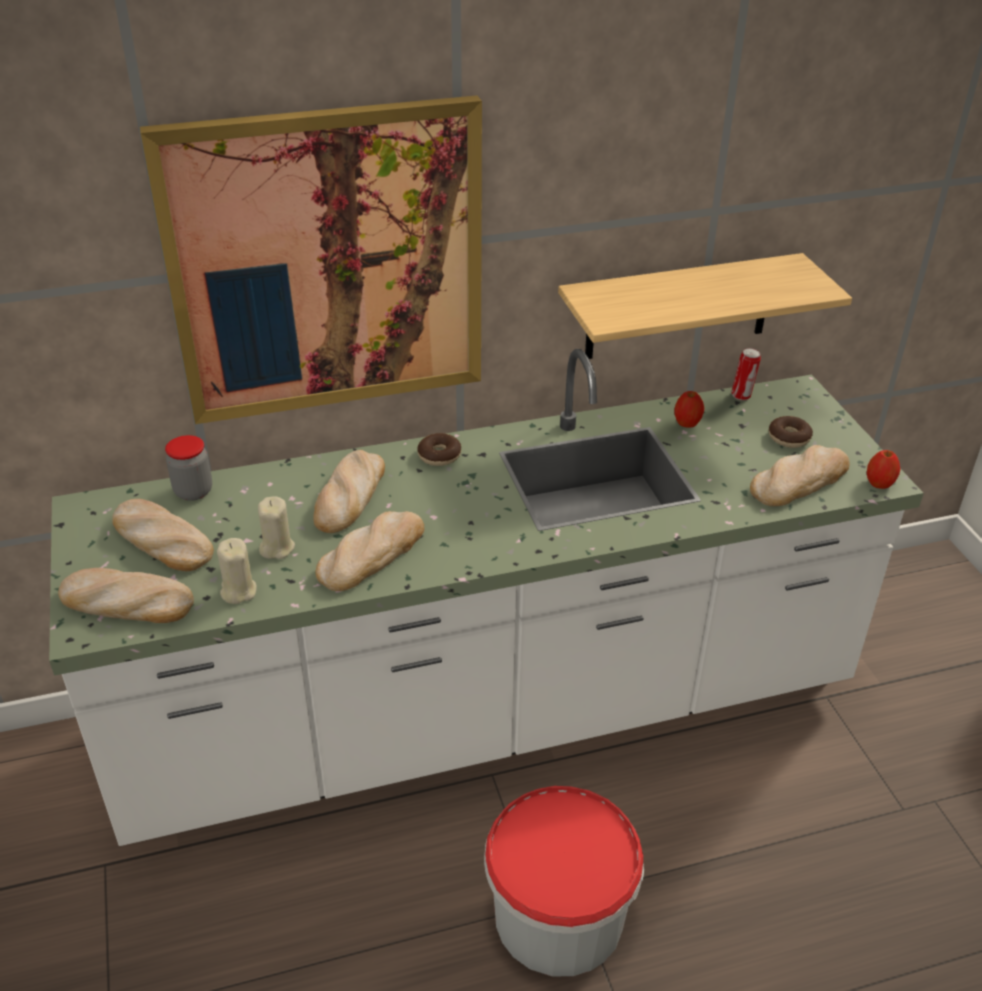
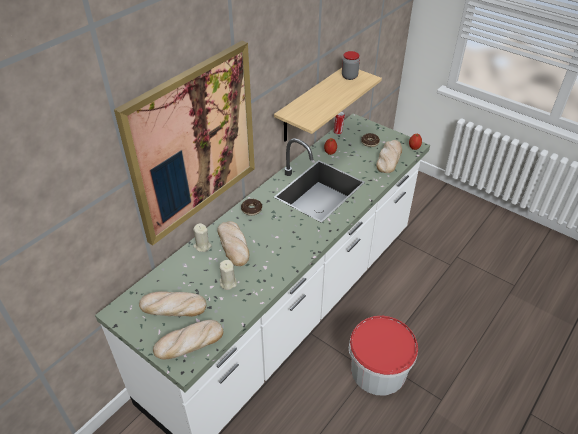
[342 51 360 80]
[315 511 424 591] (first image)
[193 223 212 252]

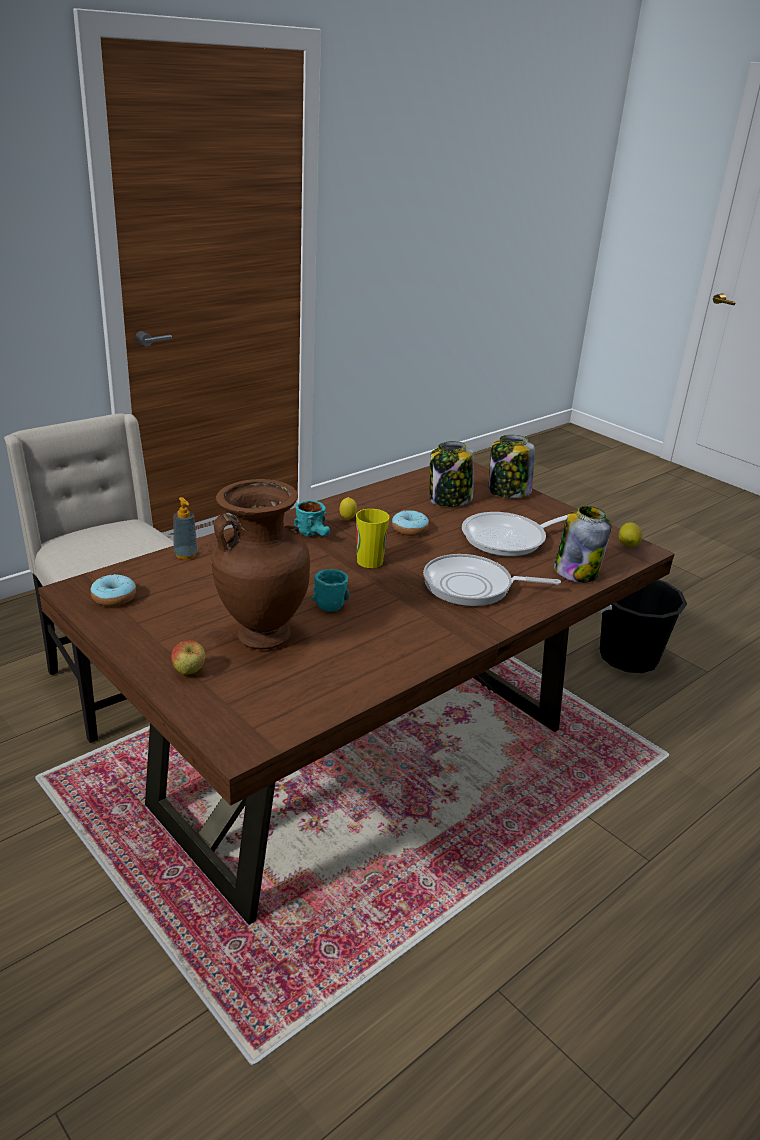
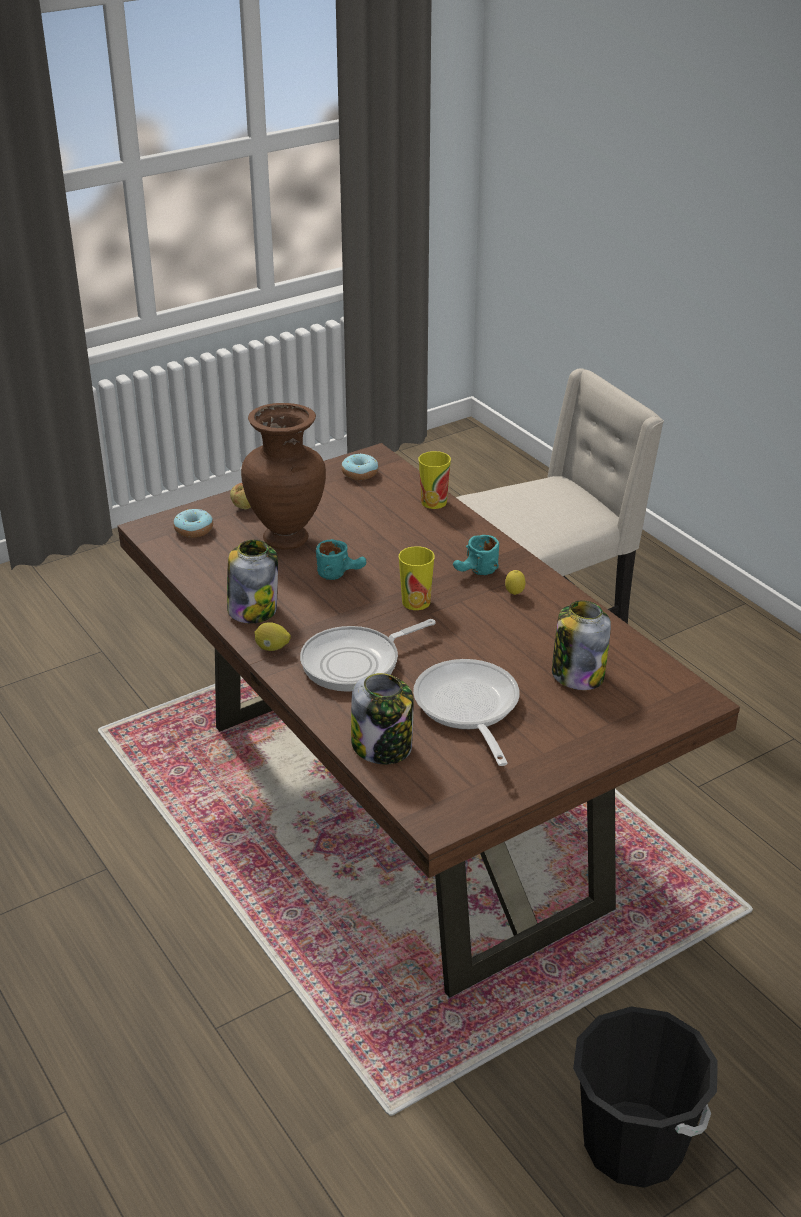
[227 540 278 623]
[419 451 451 509]
[173 509 213 538]
[254 622 291 651]
[300 619 436 692]

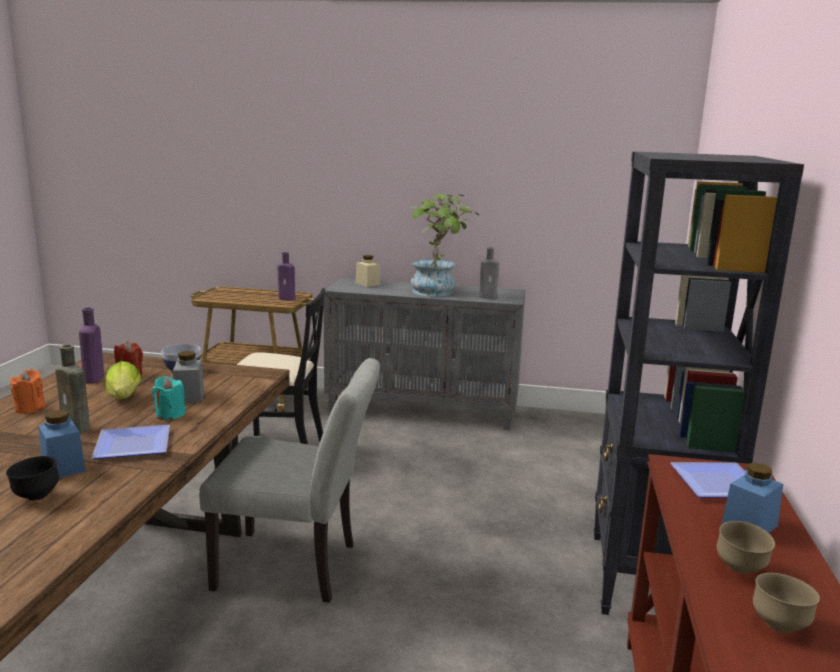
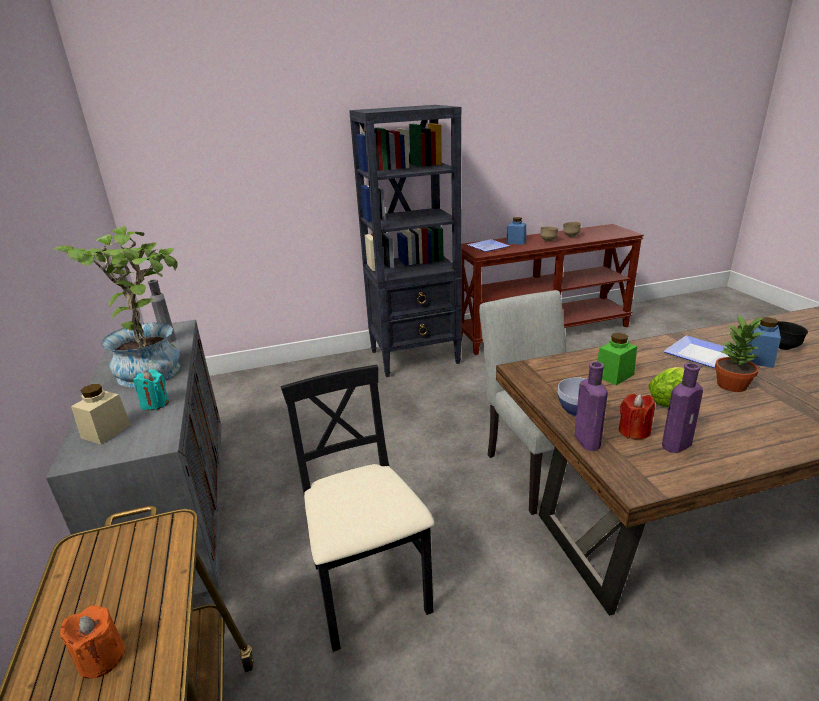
[575 362 608 451]
[715 314 764 392]
[597 333 637 385]
[60 605 125 679]
[133 369 169 411]

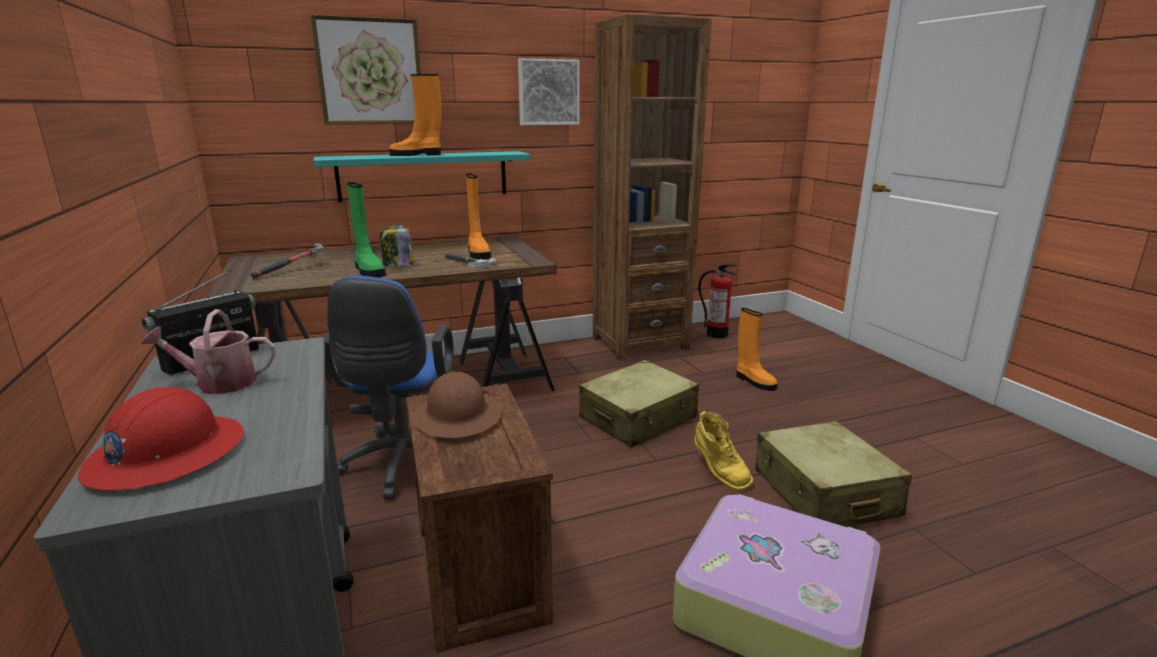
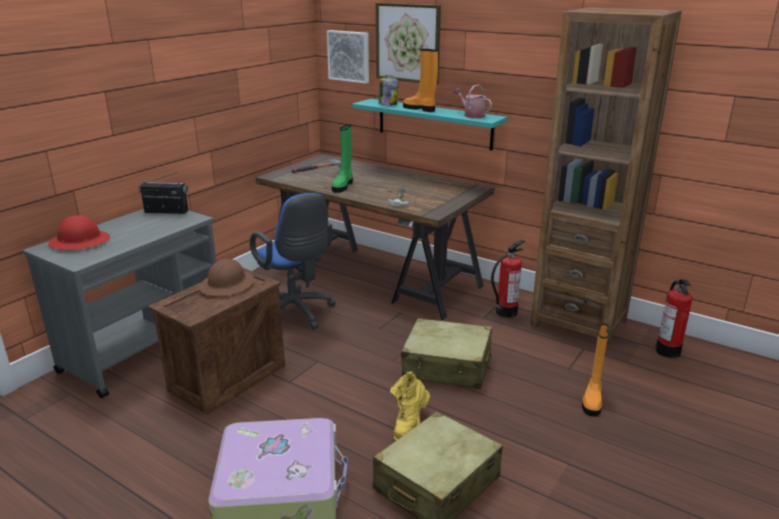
[327 30 369 84]
[466 174 491 260] (first image)
[379 75 398 105]
[250 193 336 329]
[453 85 492 118]
[491 240 525 318]

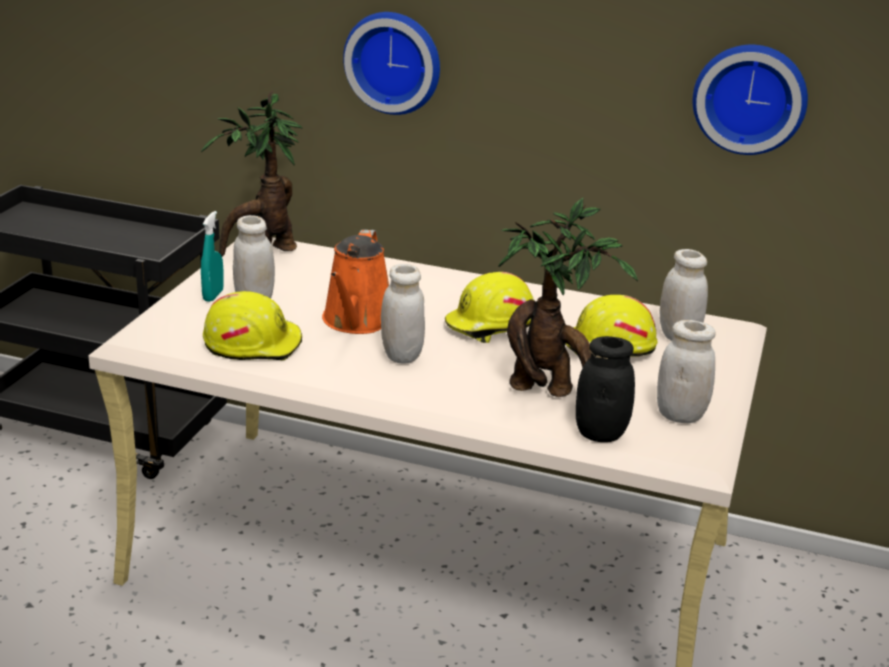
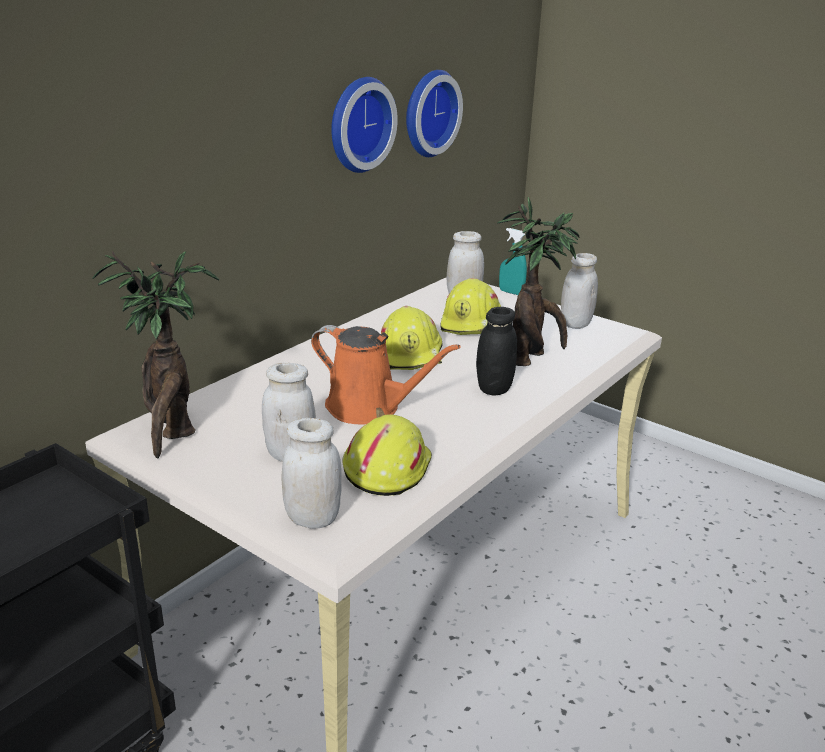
[331 77 398 173]
[499 228 527 295]
[281 418 342 529]
[476 307 517 395]

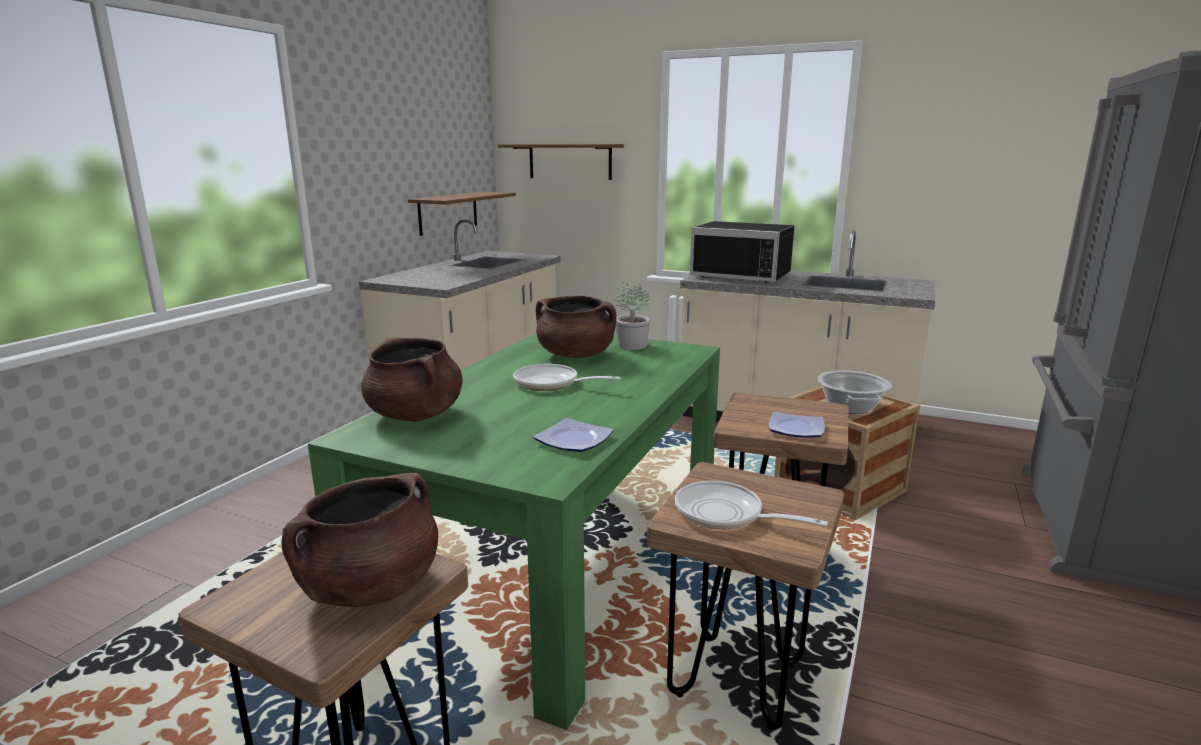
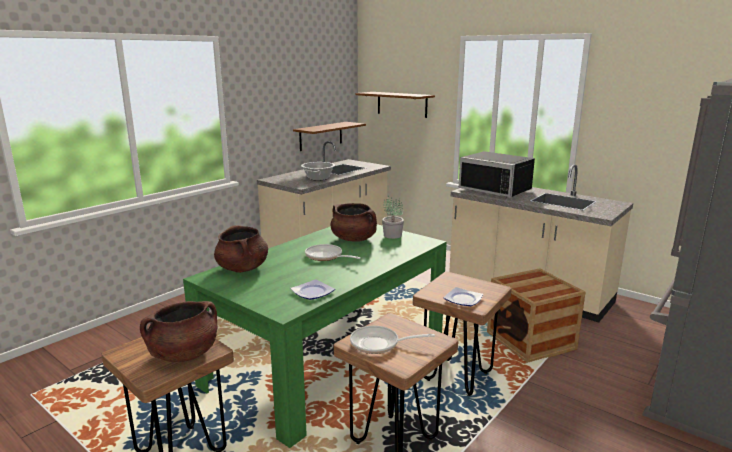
[301 162 335 181]
[350 326 435 354]

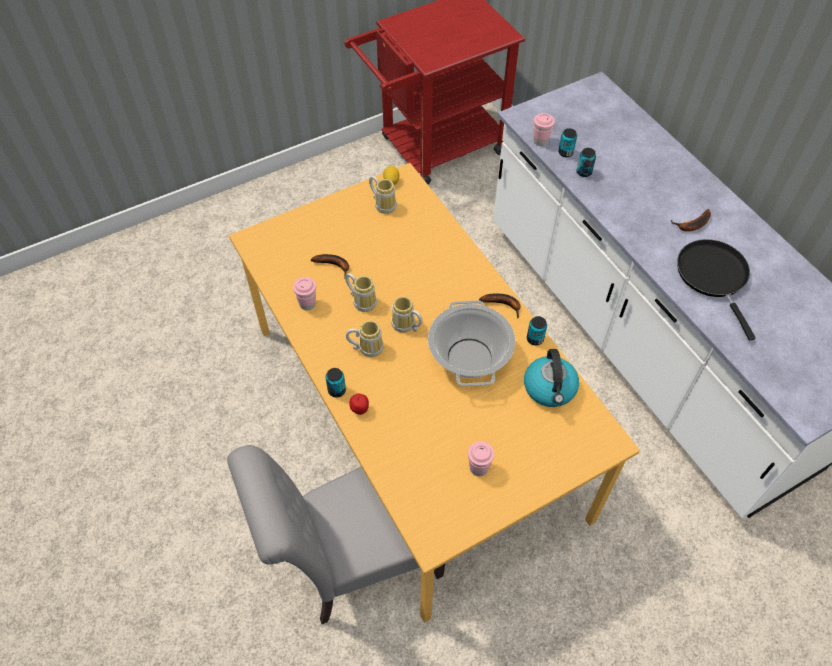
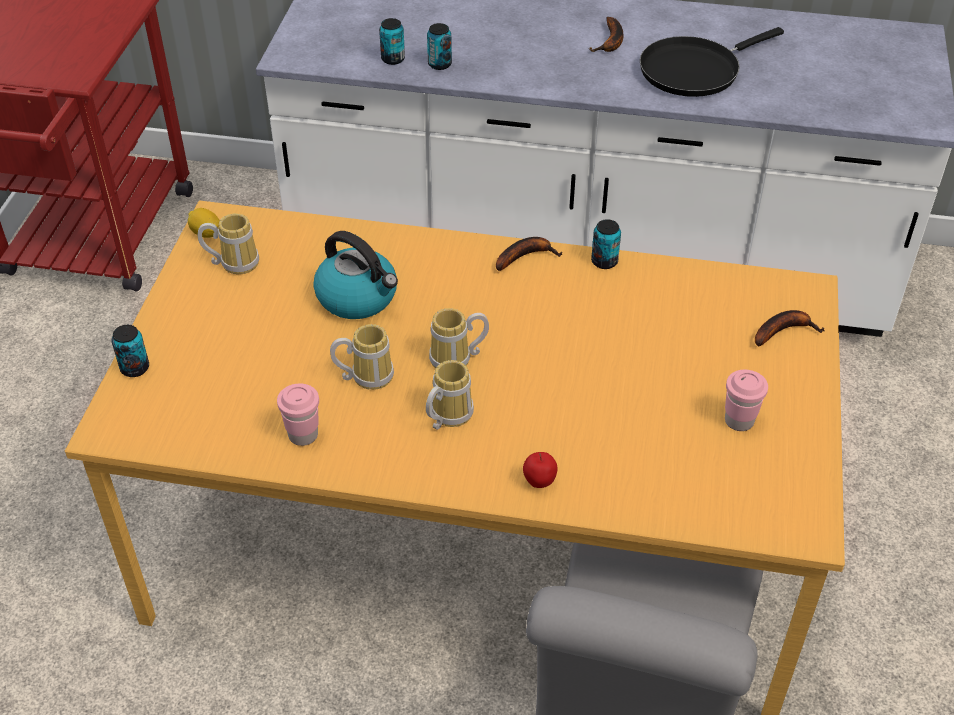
[534 113 555 146] (first image)
[640 27 784 97]
[755 310 825 347]
[428 300 515 386] (first image)
[313 231 398 319]
[112 325 149 377]

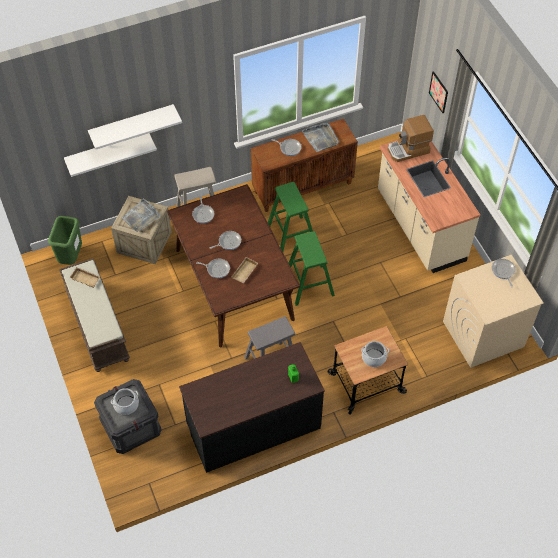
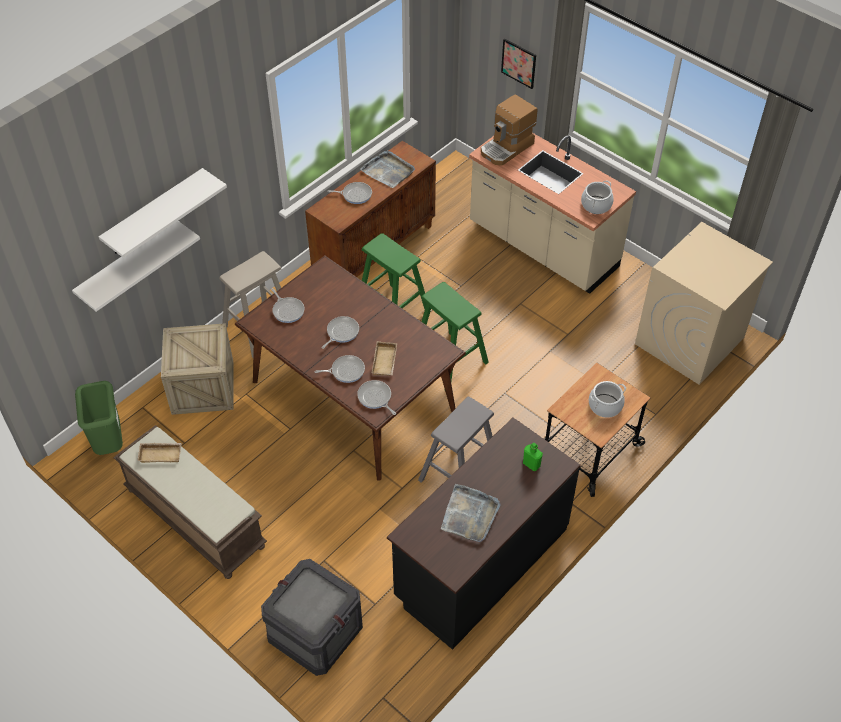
[441 484 501 542]
[357 380 396 415]
[581 180 614 214]

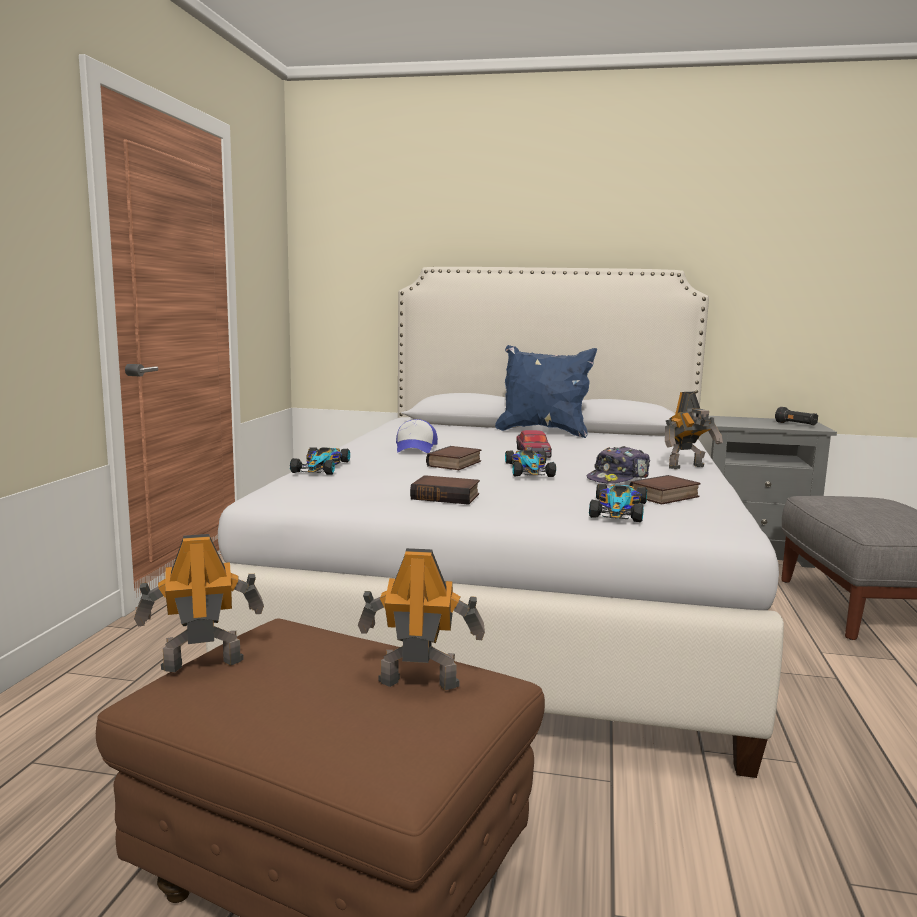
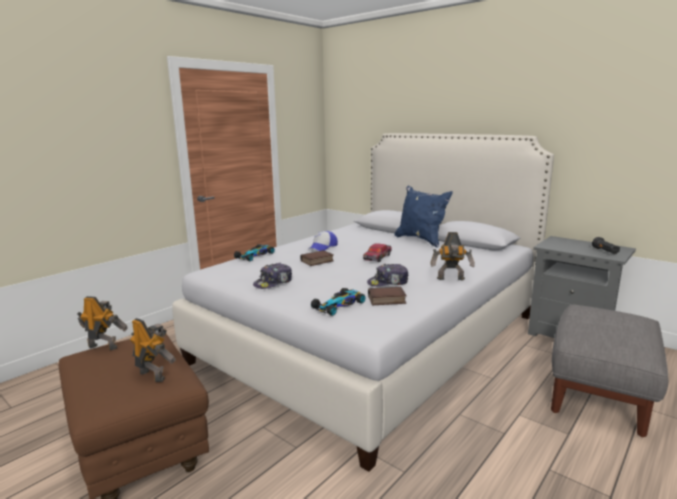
[505 450 556 477] (first image)
[253 263 292 289]

